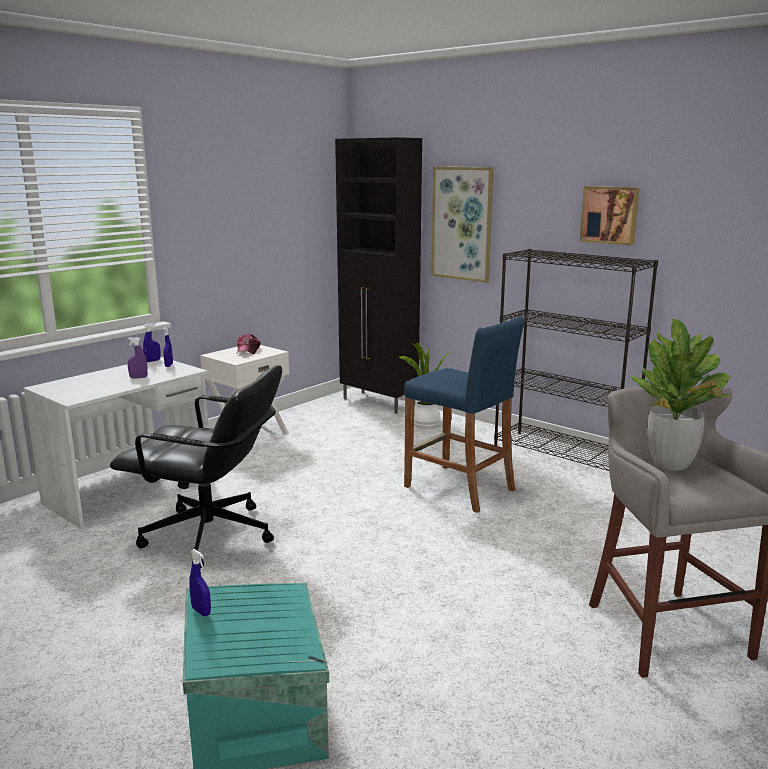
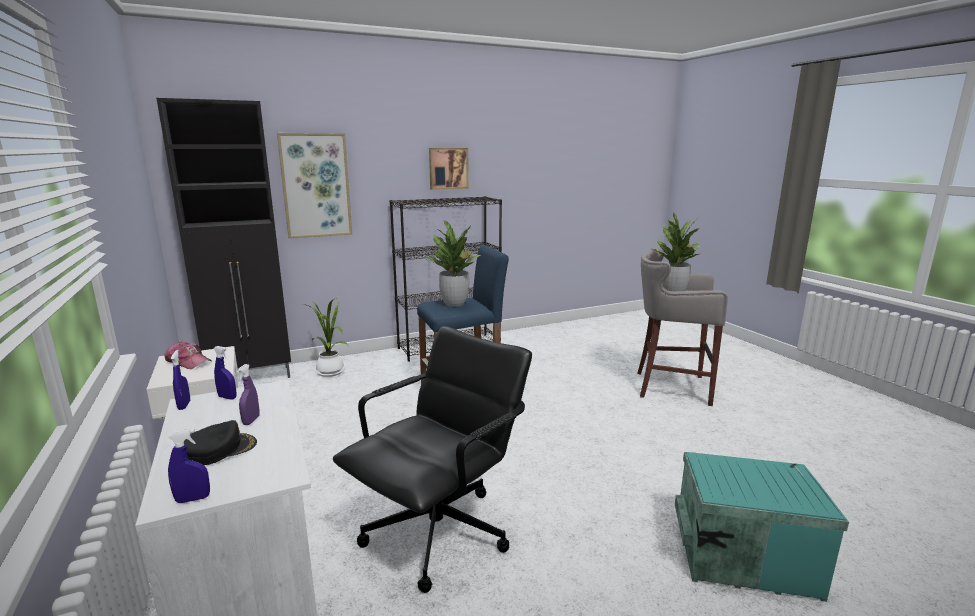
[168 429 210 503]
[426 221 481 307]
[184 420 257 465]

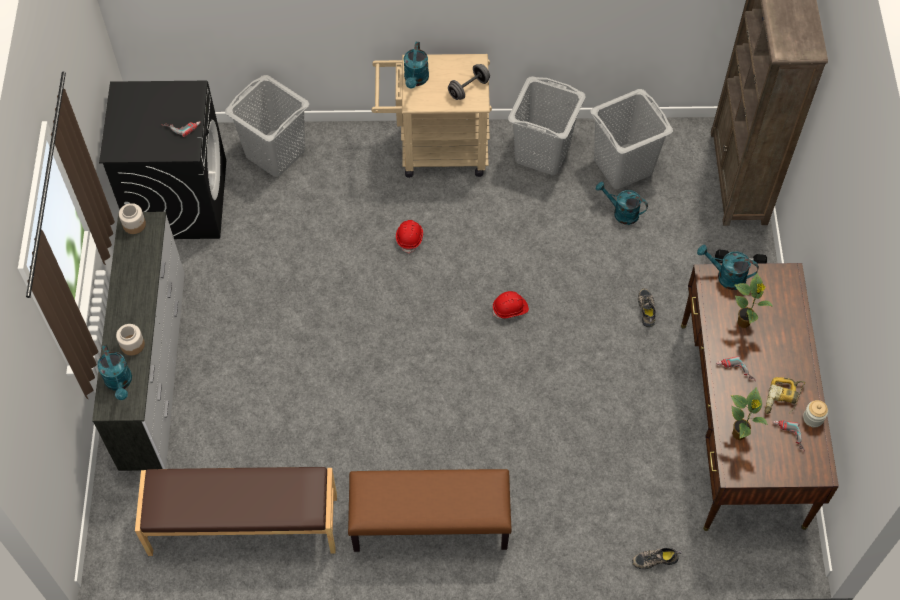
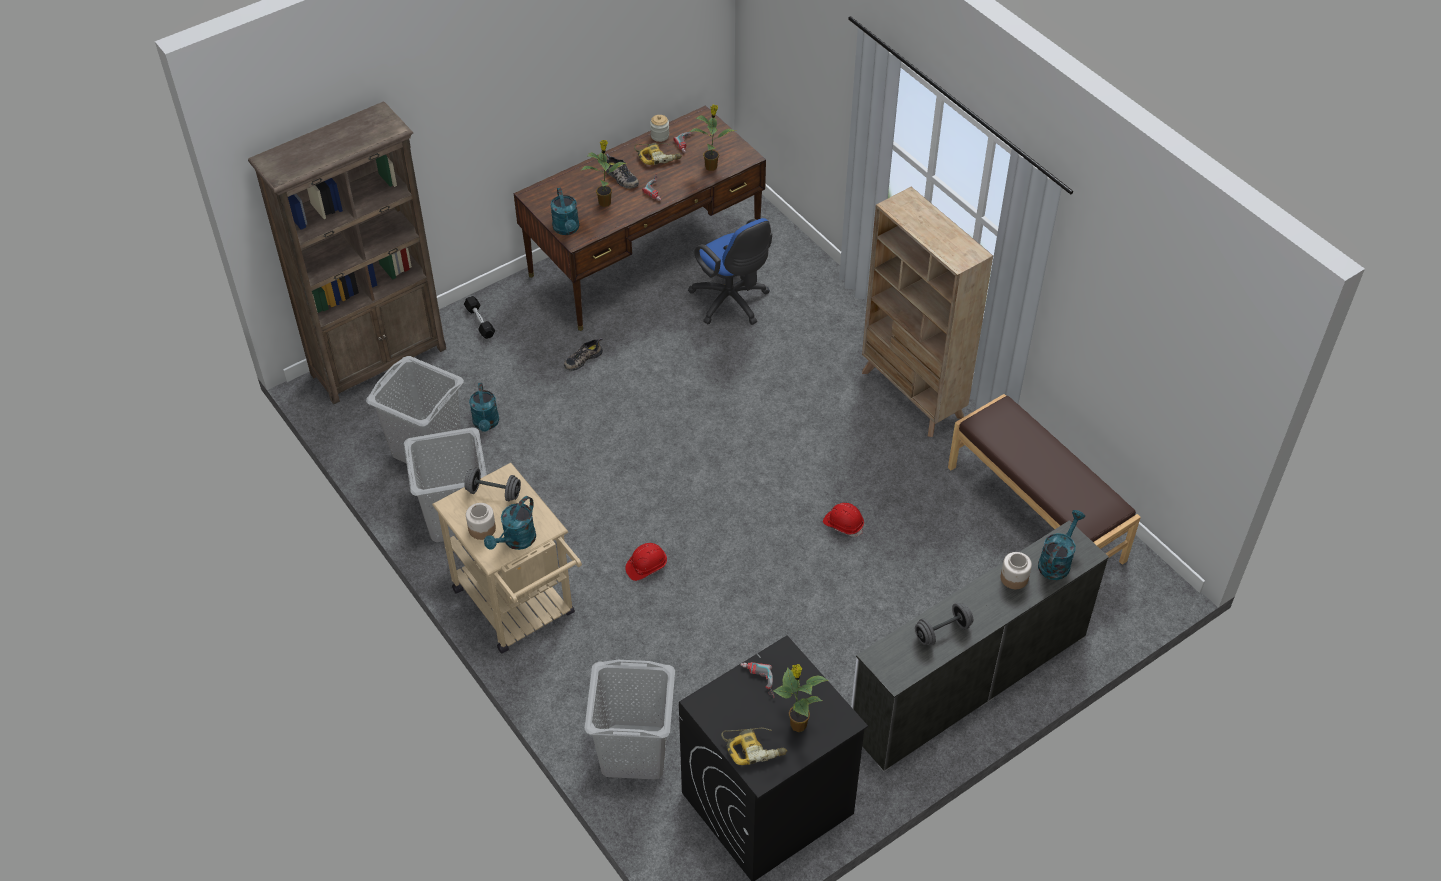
[484 496 536 550]
[466 503 496 540]
[823 503 864 537]
[862 187 993 437]
[606 153 639 189]
[688 218 772 325]
[915 603 973 645]
[773 664 828 732]
[721 728 788 765]

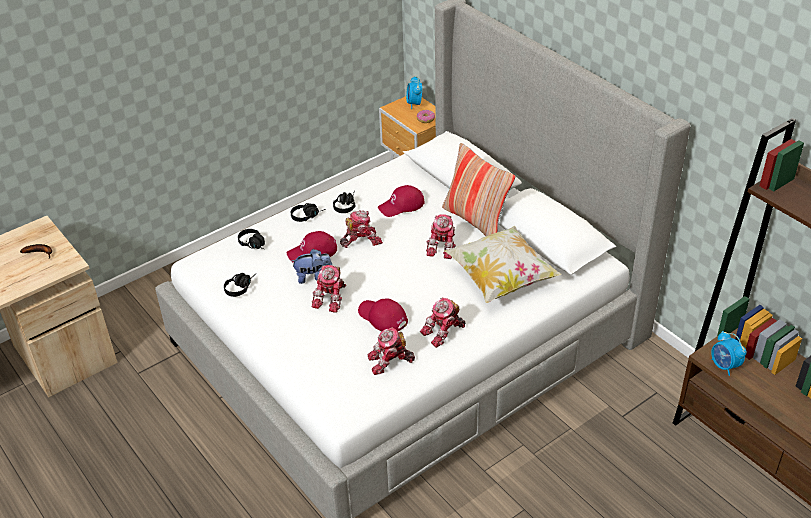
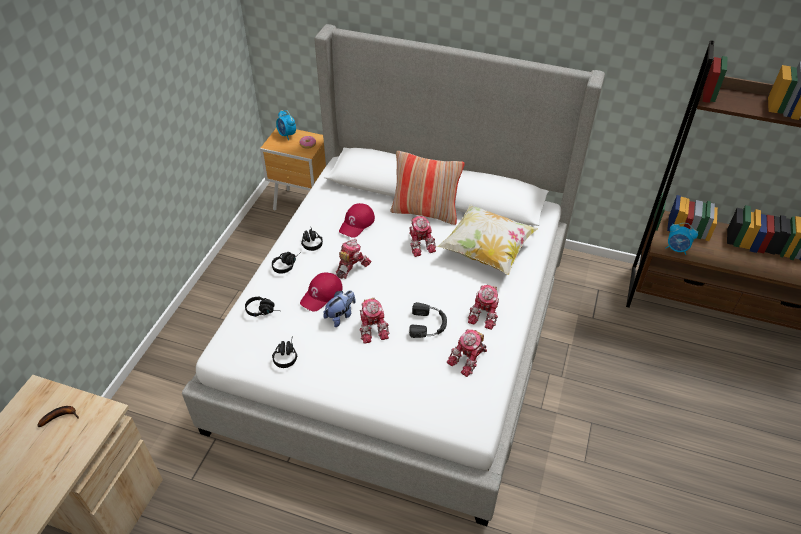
[409 302 447 338]

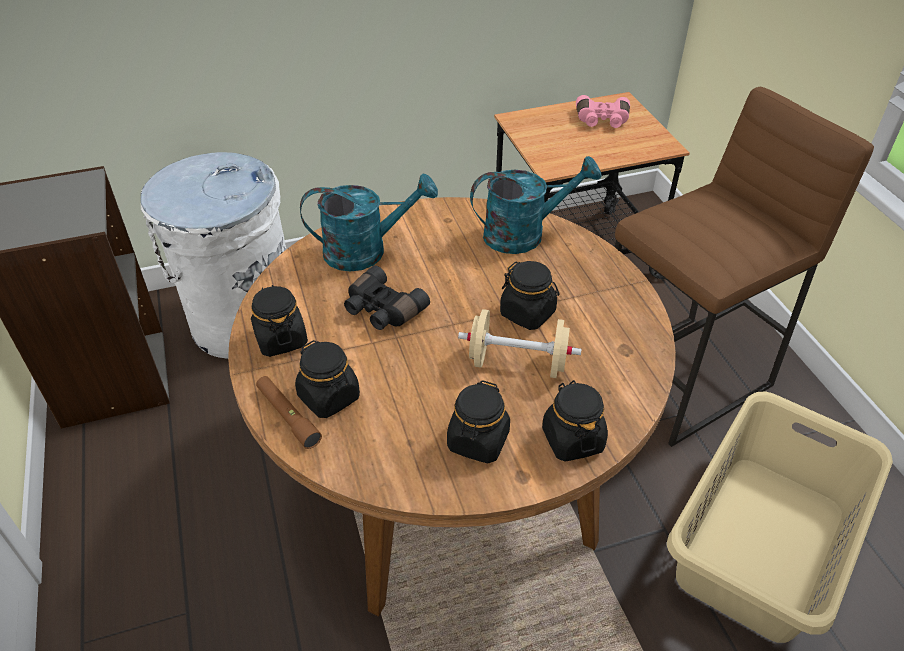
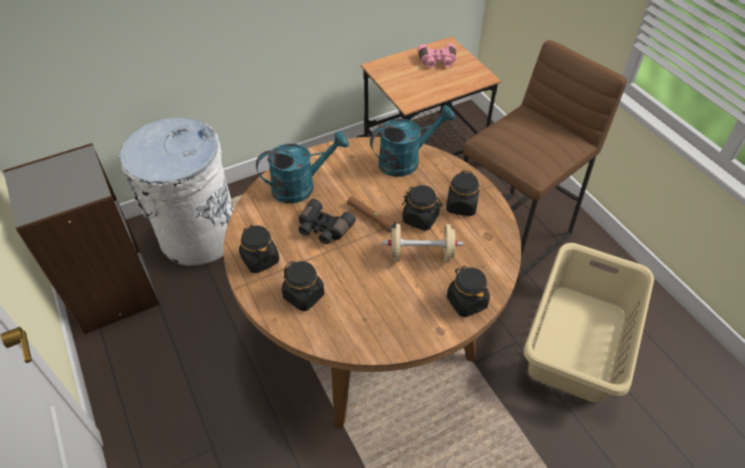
[347 196 397 233]
[446 171 479 216]

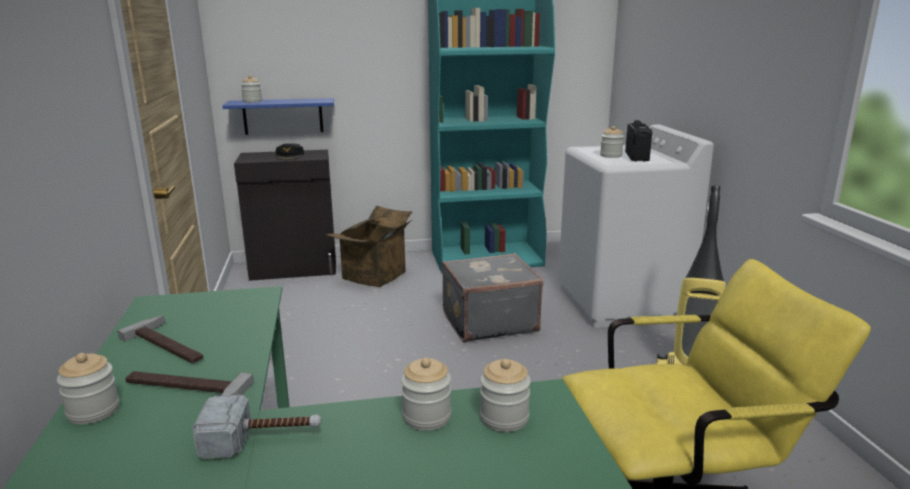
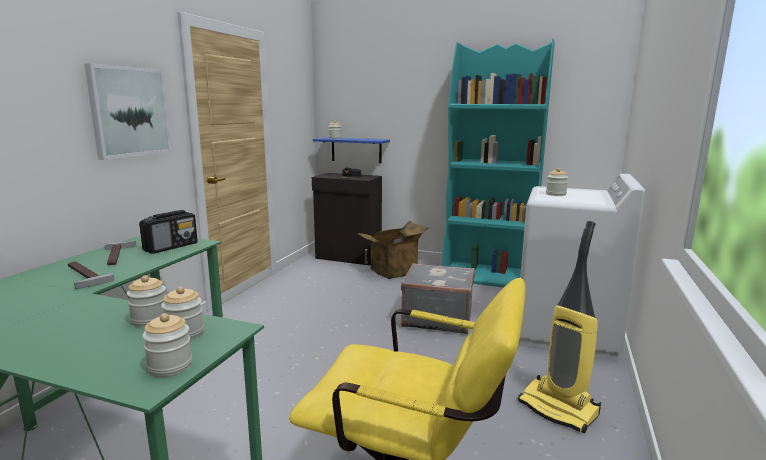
[139 210 198 254]
[142 313 192 377]
[192 395 321 459] (first image)
[84 63 172 160]

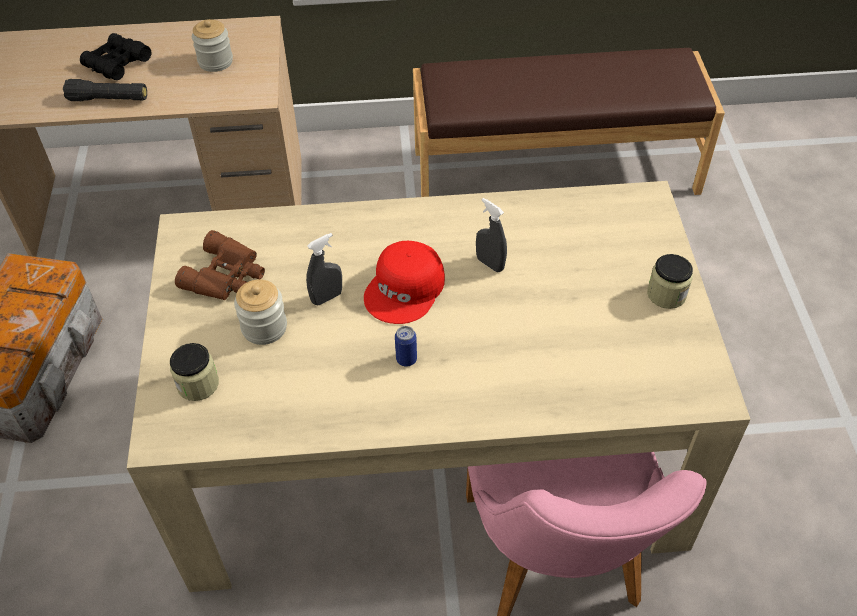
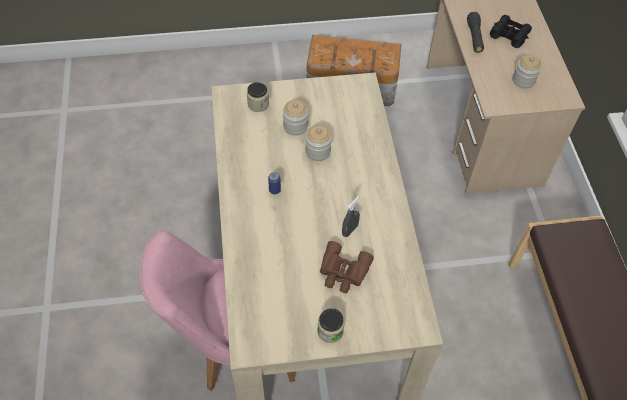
[320 241 374 293]
[305 125 332 161]
[364 241 445 324] (first image)

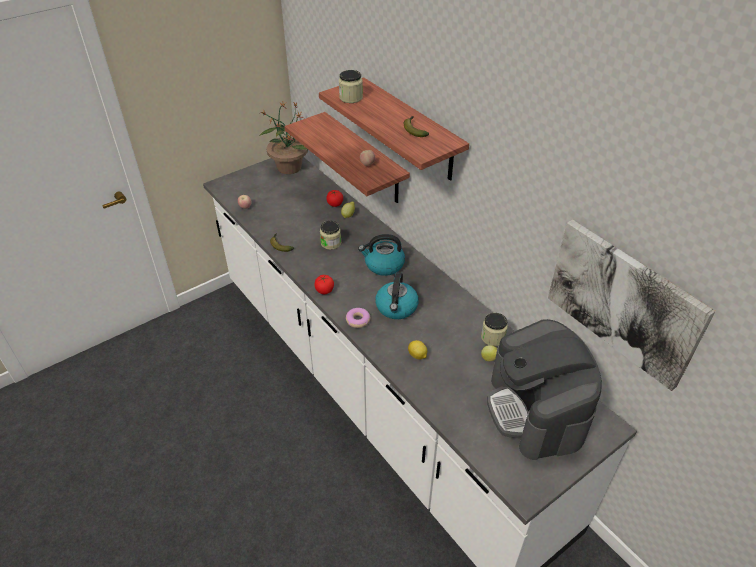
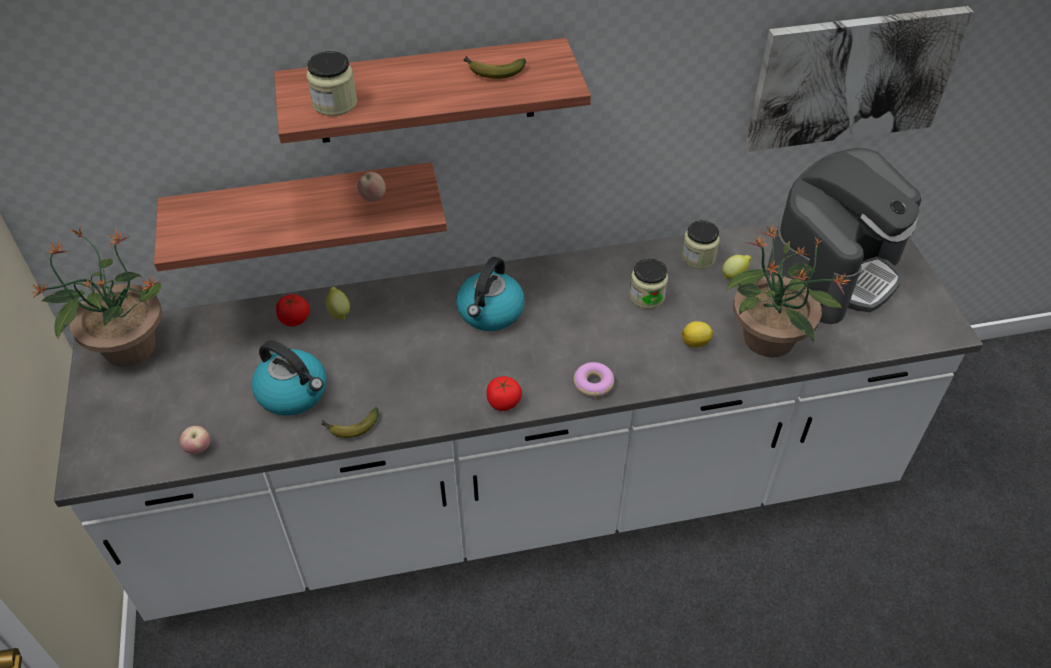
[629 259 668 309]
[251 340 327 416]
[766 148 921 324]
[726 226 851 358]

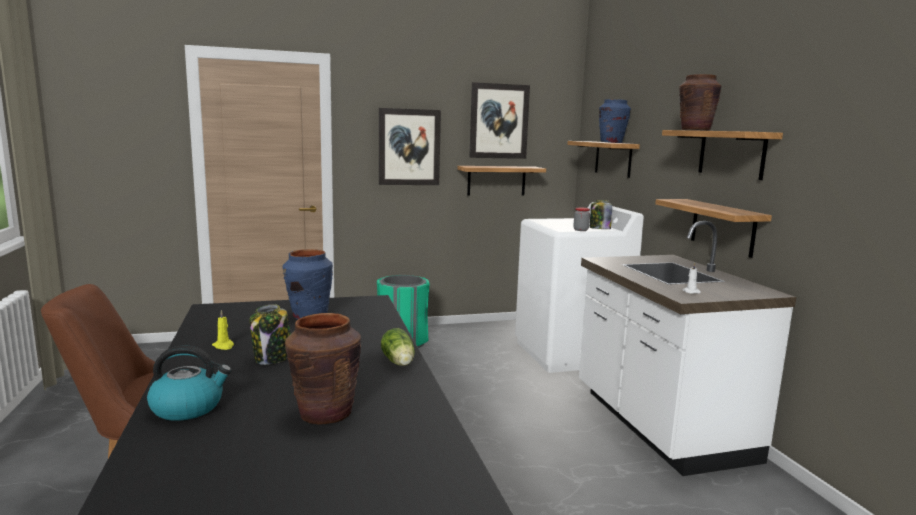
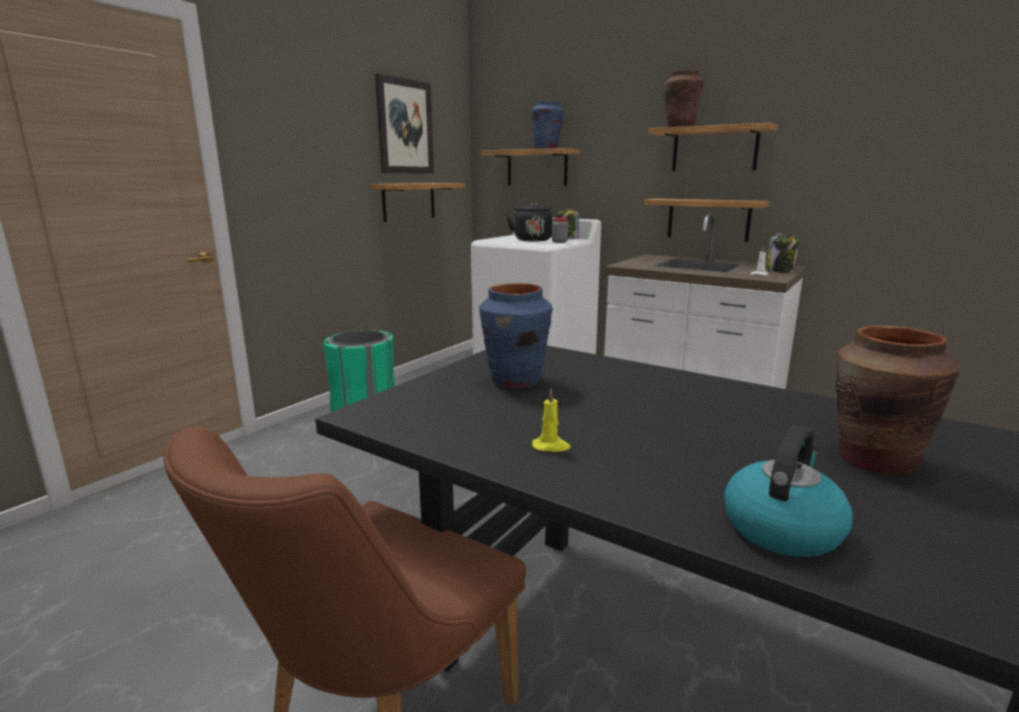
[379 108 441 185] (first image)
[766 233 799 273]
[381 328 415 366] (first image)
[506 202 553 242]

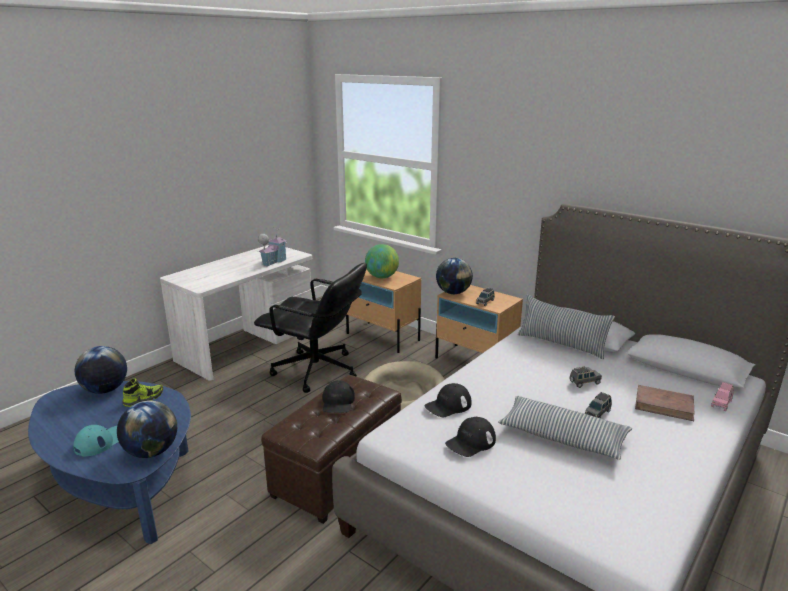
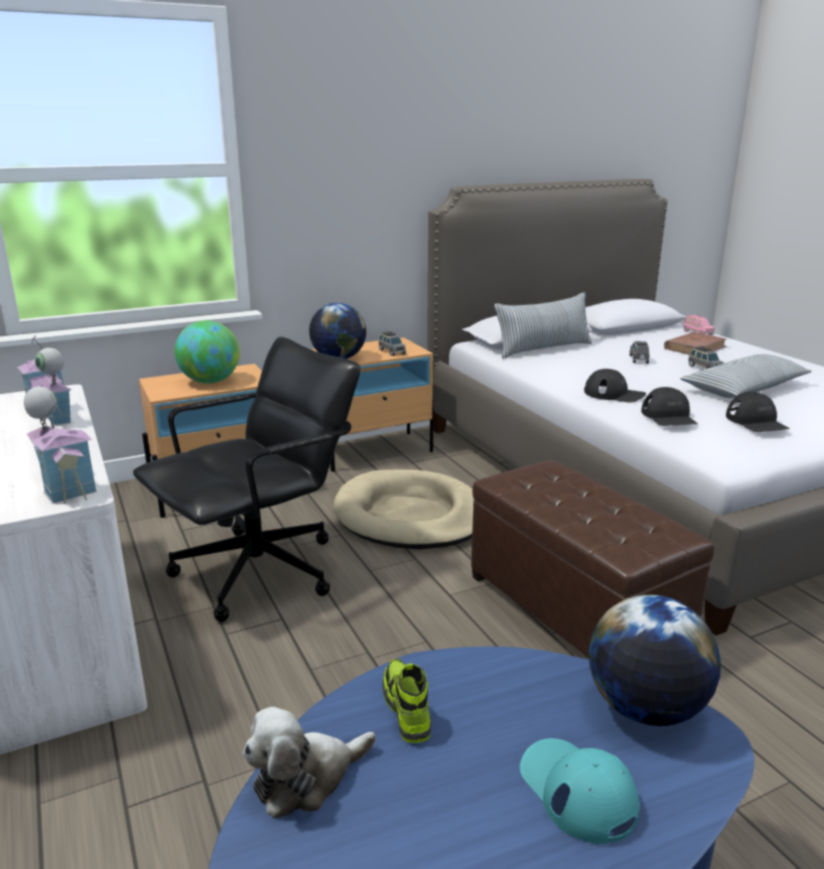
[243 706 376 819]
[584 369 646 403]
[24 387 97 504]

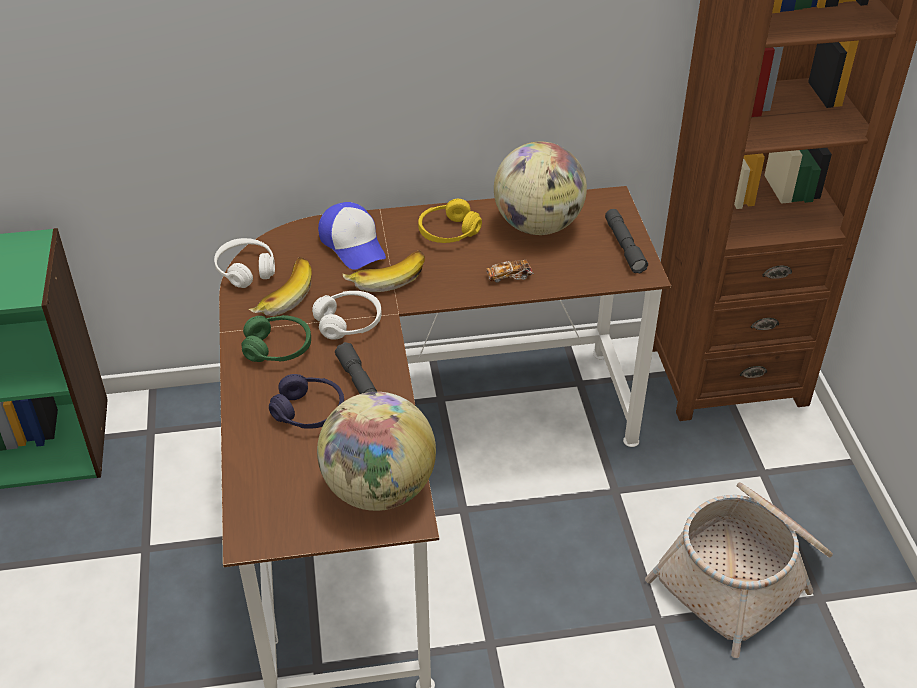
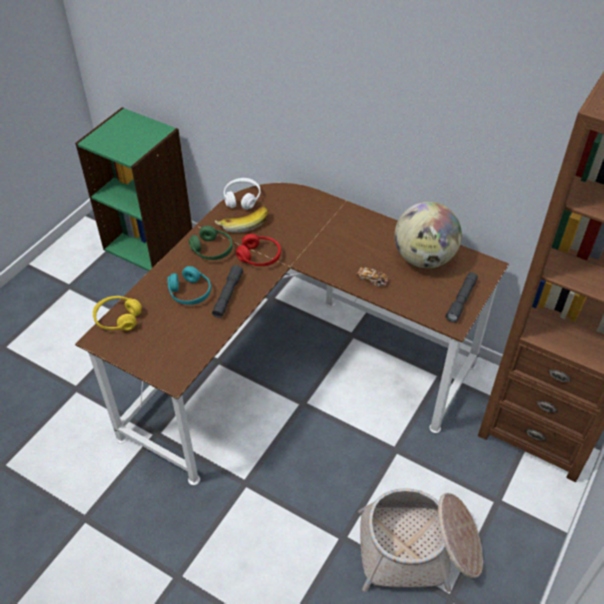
[93 296 142 331]
[318 202 386 270] (first image)
[342 250 425 292] (first image)
[236 234 281 266]
[167 266 211 305]
[317 392 436 511] (first image)

